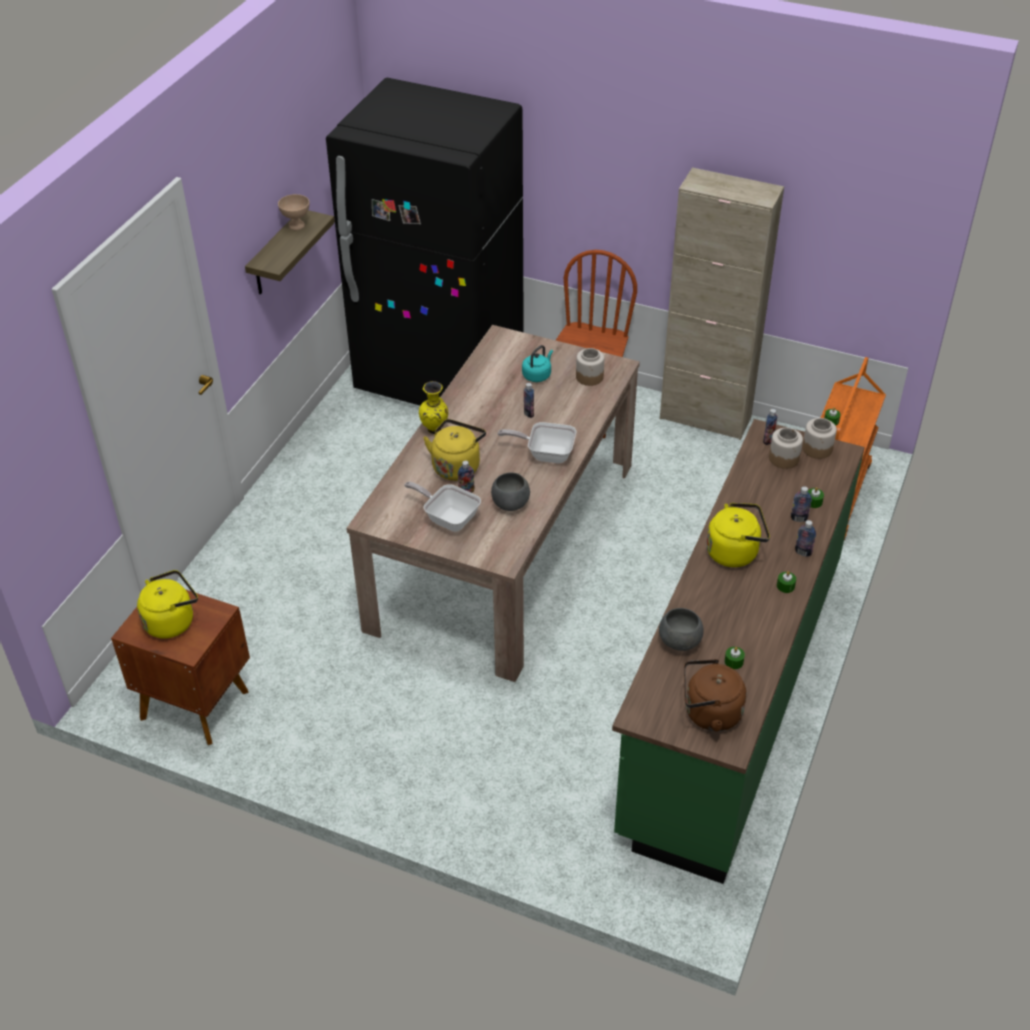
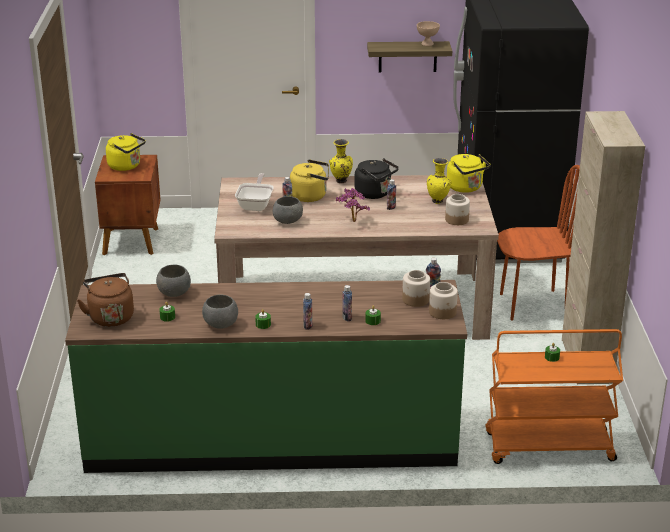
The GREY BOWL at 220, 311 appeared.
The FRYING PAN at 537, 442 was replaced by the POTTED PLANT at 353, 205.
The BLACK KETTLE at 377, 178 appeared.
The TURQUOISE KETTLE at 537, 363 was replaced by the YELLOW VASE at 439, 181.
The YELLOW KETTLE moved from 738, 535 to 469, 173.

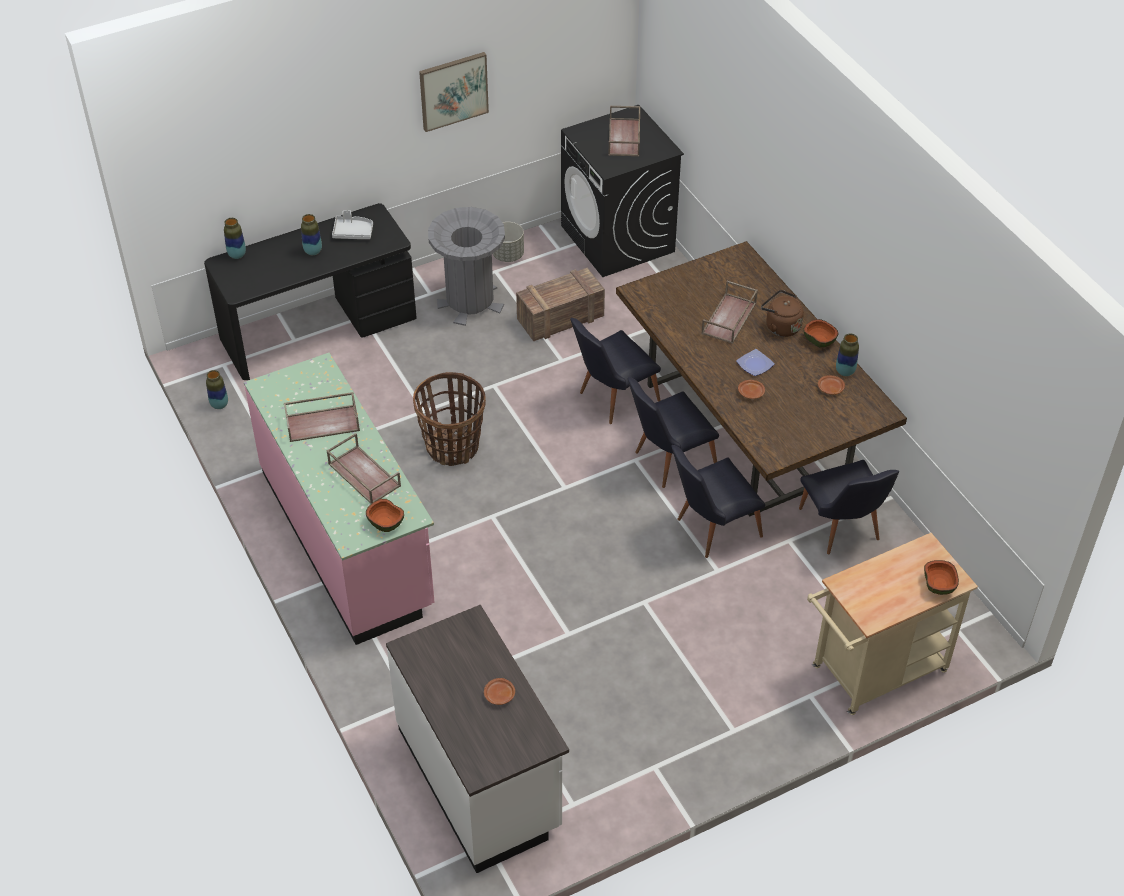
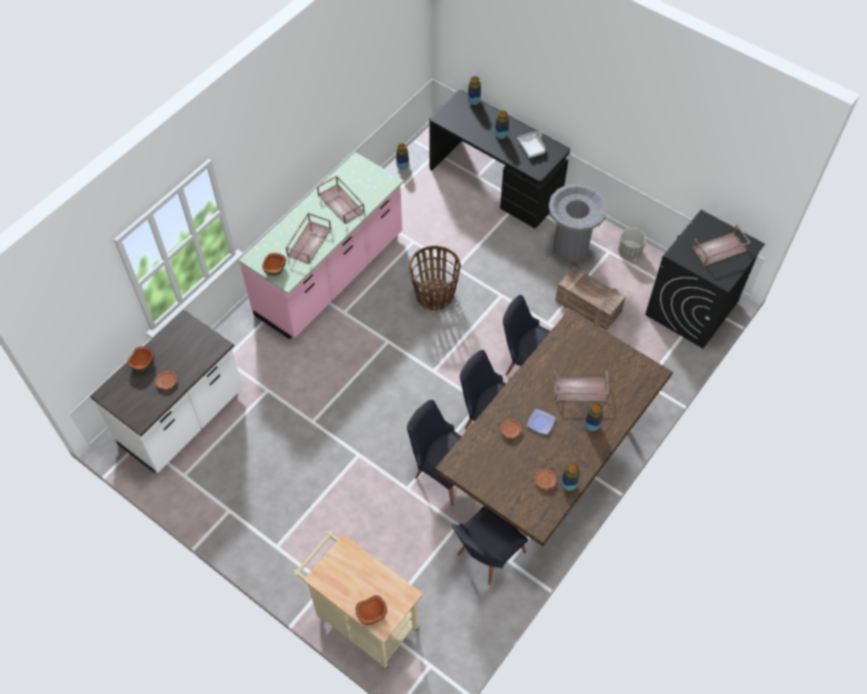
The BOWL moved from 821, 333 to 140, 359.
The BROWN KETTLE at 782, 313 was replaced by the VASE at 593, 417.
The PICTURE at 454, 92 disappeared.

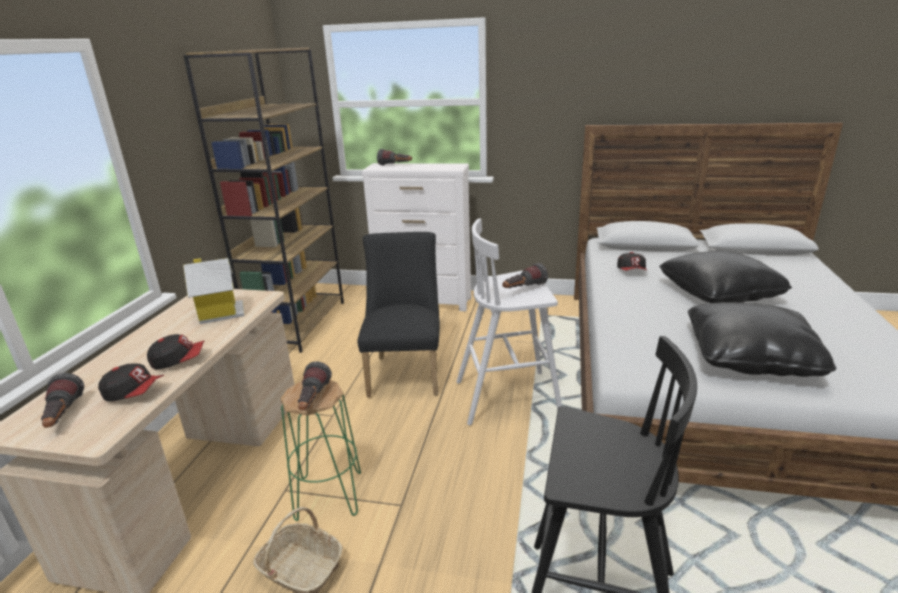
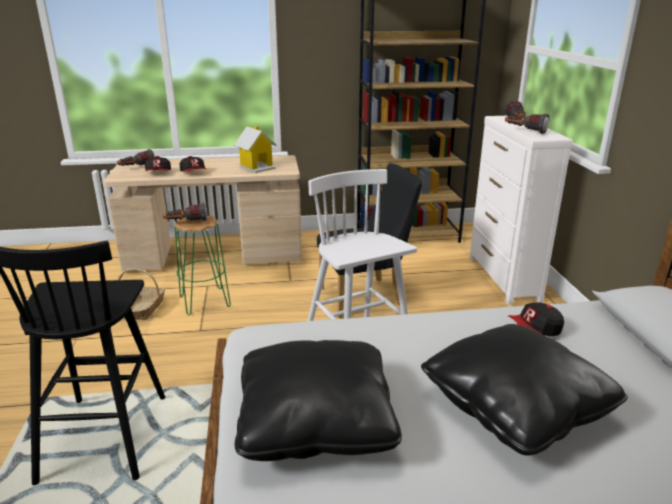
The FLASHLIGHT moved from 525, 275 to 527, 123.

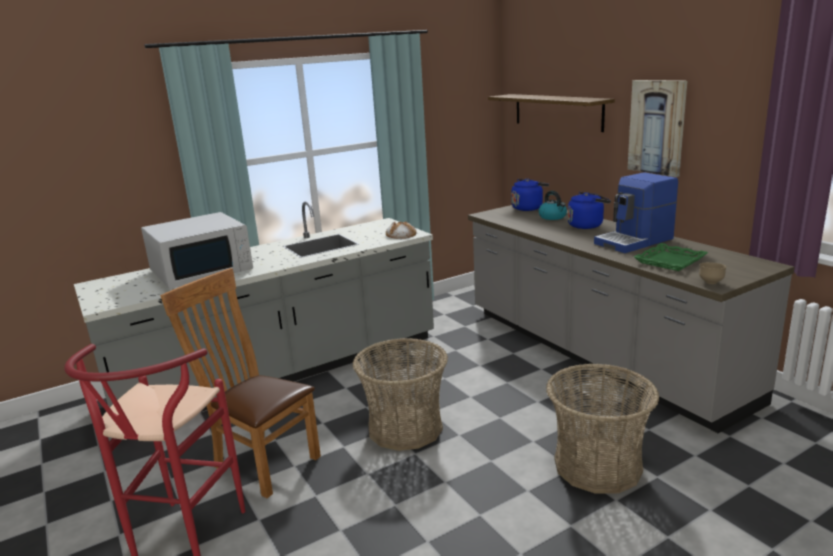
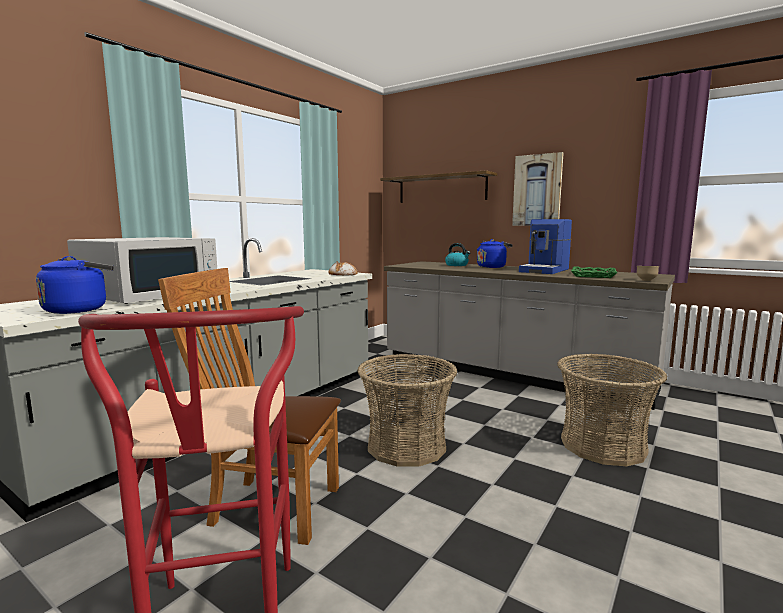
The BLUE KETTLE moved from 530, 195 to 75, 285.

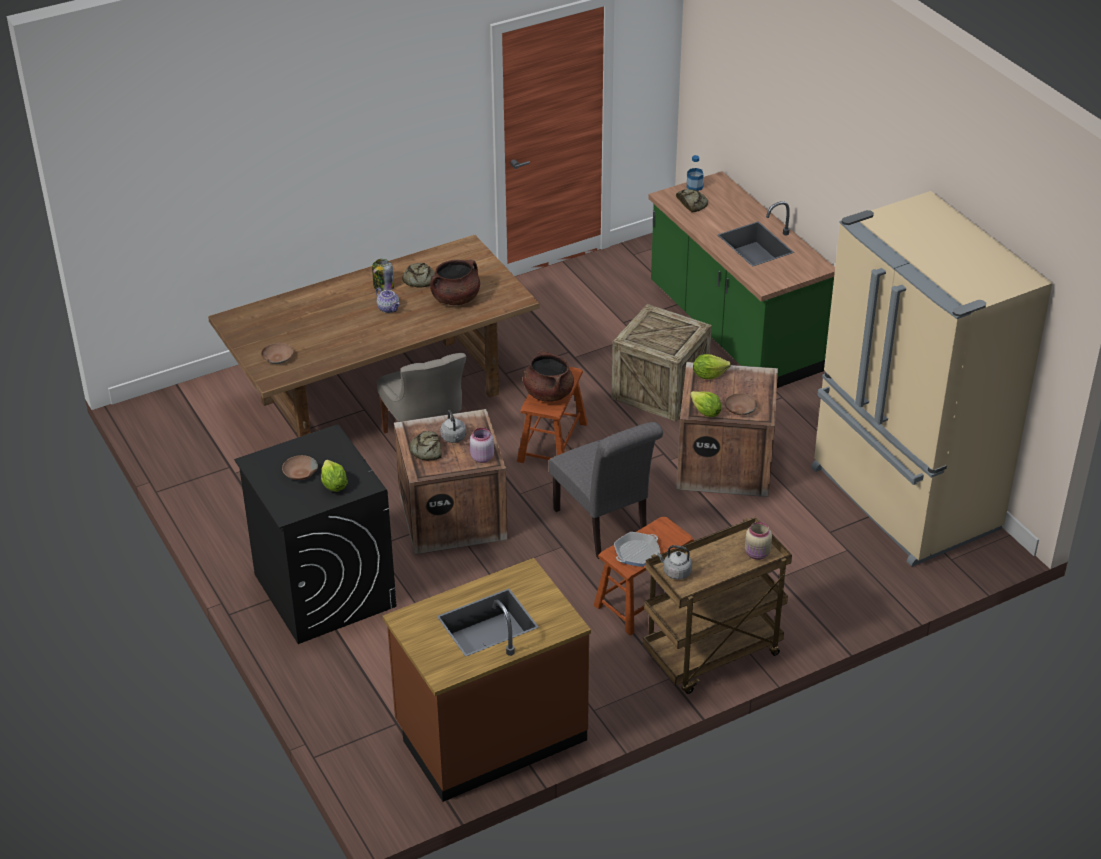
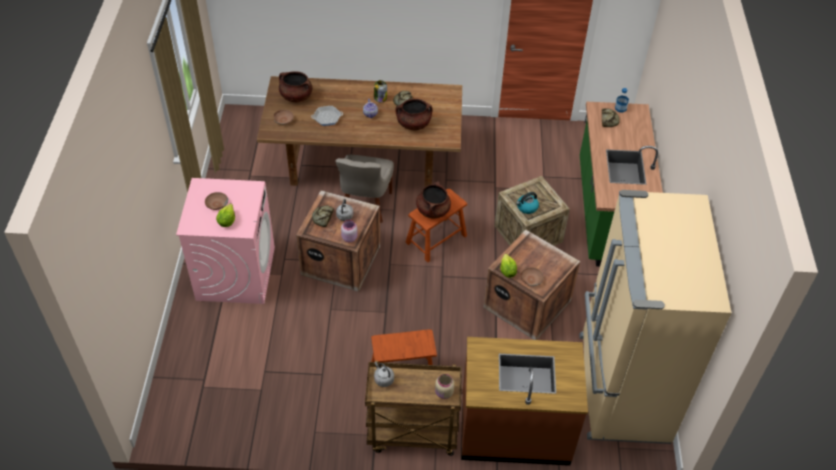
The BLACK WASHING MACHINE at 315, 534 became the PINK WASHING MACHINE at 225, 241.
The BROWN COOKING POT at 295, 86 appeared.
The FRYING PAN moved from 637, 549 to 327, 116.
The BROWN COUNTER moved from 486, 680 to 524, 401.
The KETTLE at 527, 203 appeared.
The GREY CHAIR at 606, 490 disappeared.
The LETTUCE at 712, 366 disappeared.

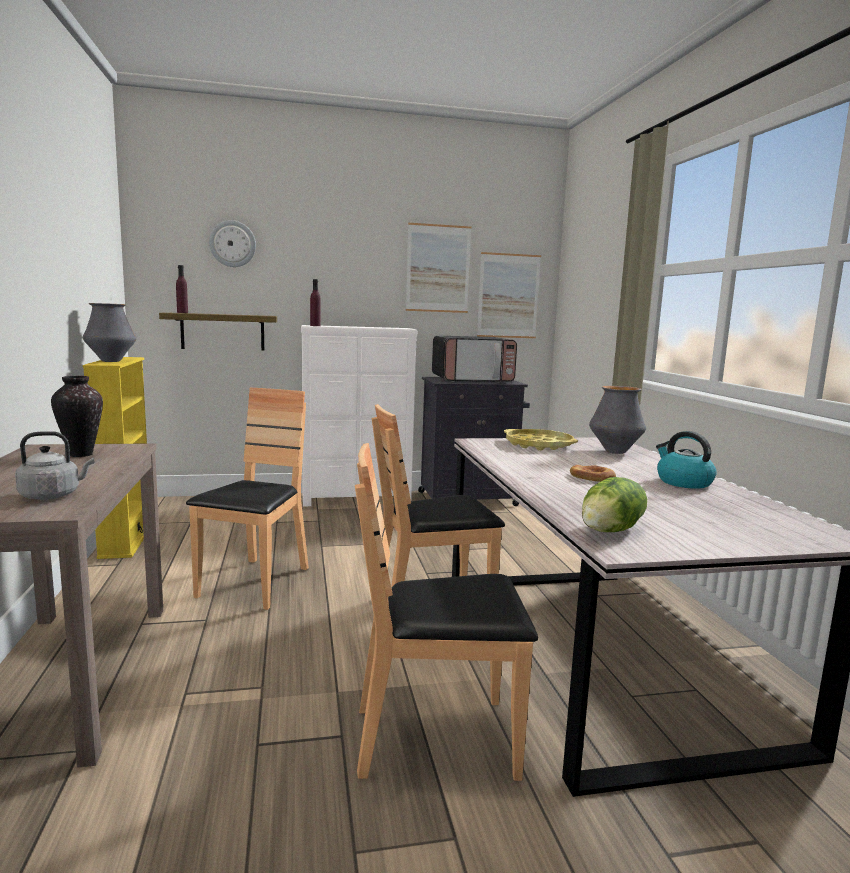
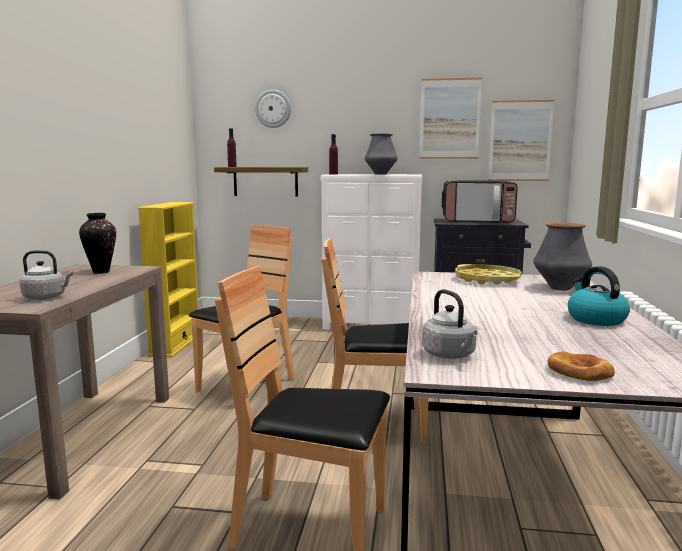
The VASE moved from 109, 332 to 381, 154.
The LETTUCE at 614, 504 was replaced by the GREY KETTLE at 450, 324.
The BREAD moved from 593, 473 to 581, 366.

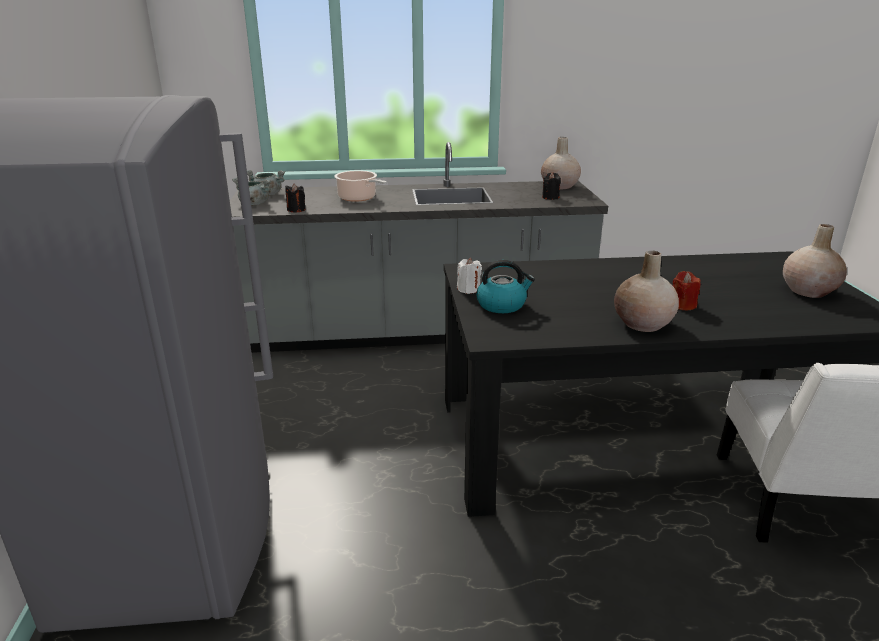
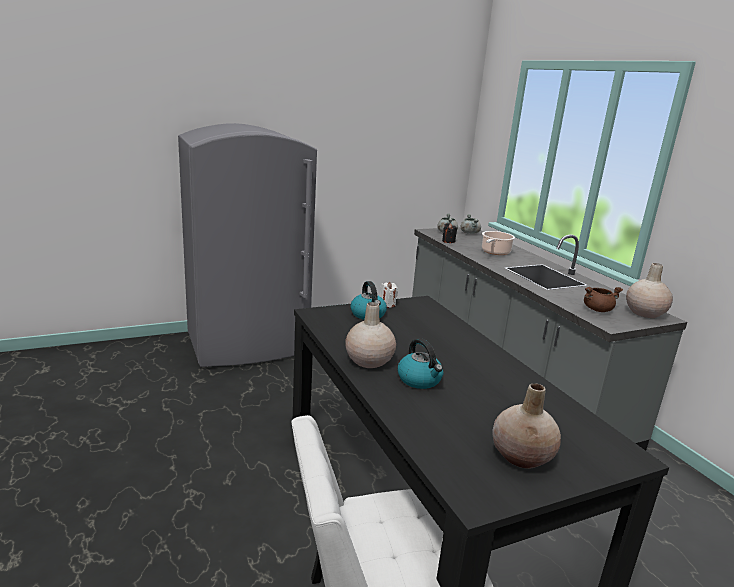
The RED CANDLE at 686, 290 was replaced by the KETTLE at 420, 363.
The BLACK CANDLE at 551, 186 was replaced by the BROWN COOKING POT at 603, 299.

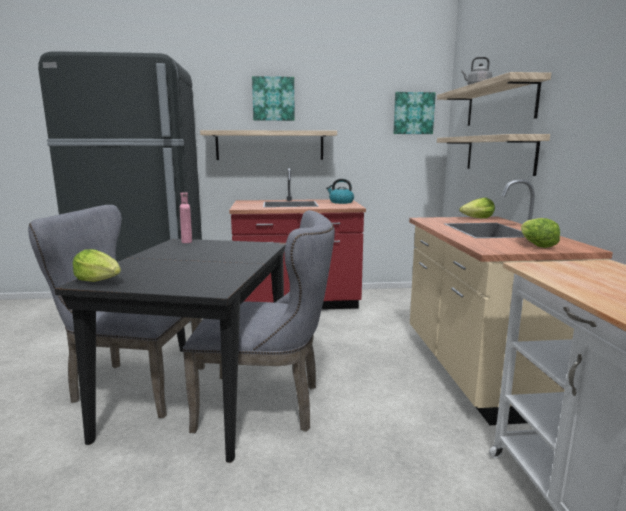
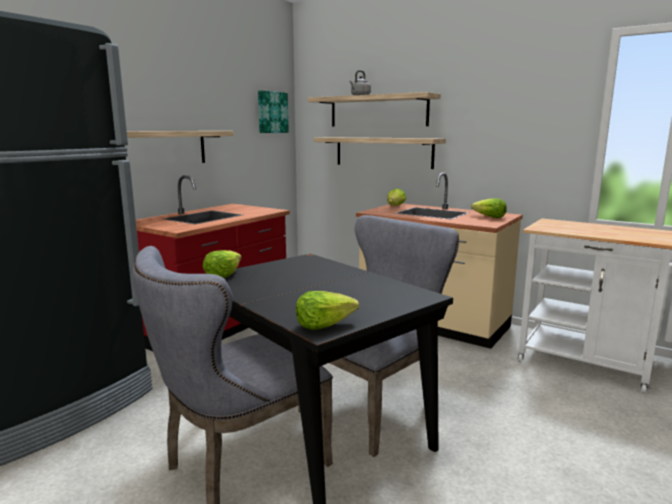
The PINK BOTTLE at 186, 218 was replaced by the LETTUCE at 222, 264.
The PICTURE at 273, 98 disappeared.
The KETTLE at 340, 191 disappeared.

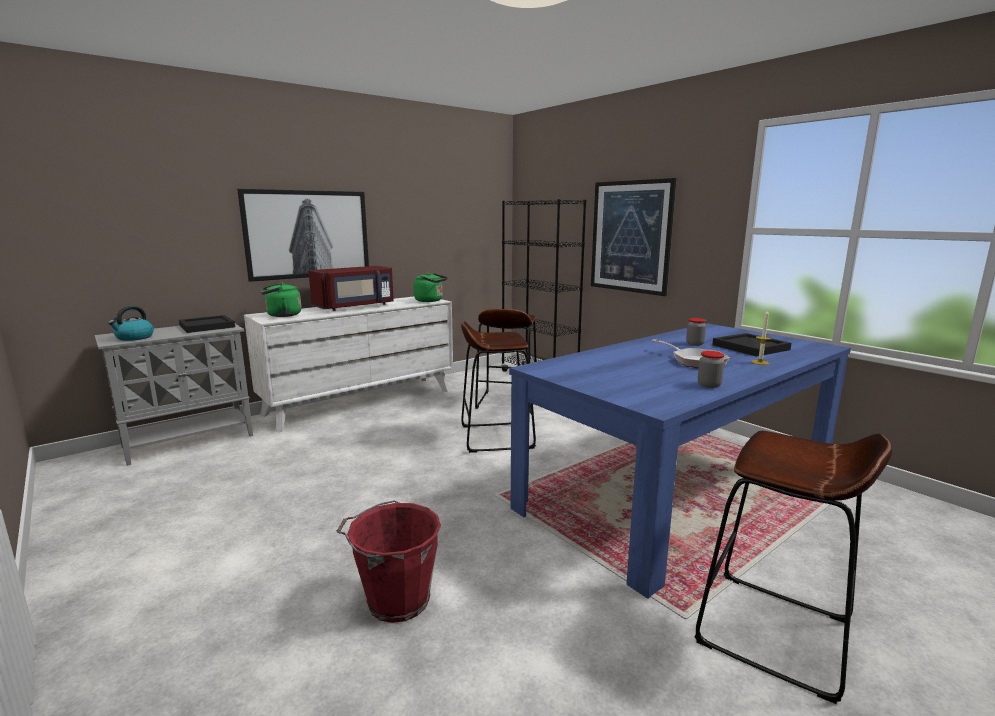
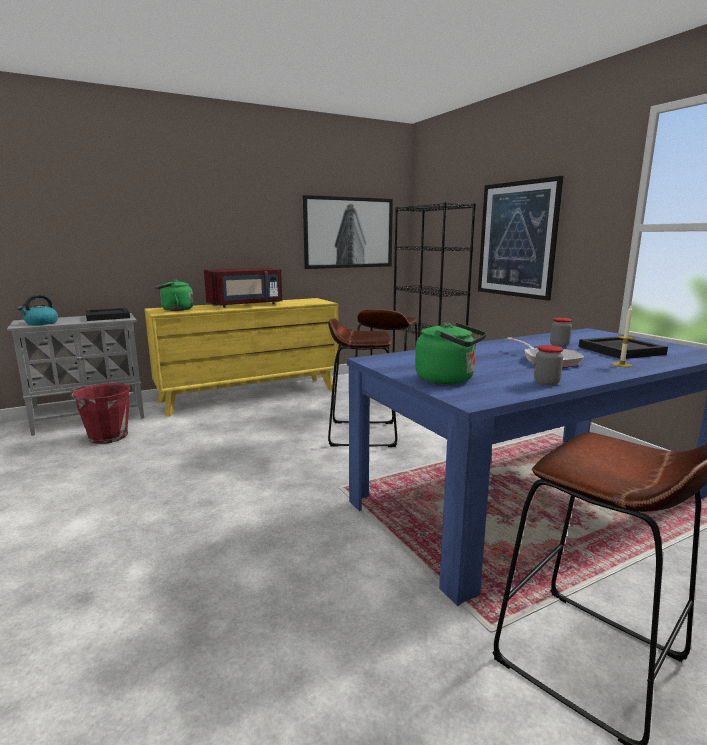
The RED BUCKET moved from 389, 561 to 101, 413.
The WHITE DRESSER at 348, 364 became the YELLOW DRESSER at 241, 357.
The PICTURE moved from 303, 235 to 348, 232.
The GREEN KETTLE moved from 431, 287 to 451, 353.

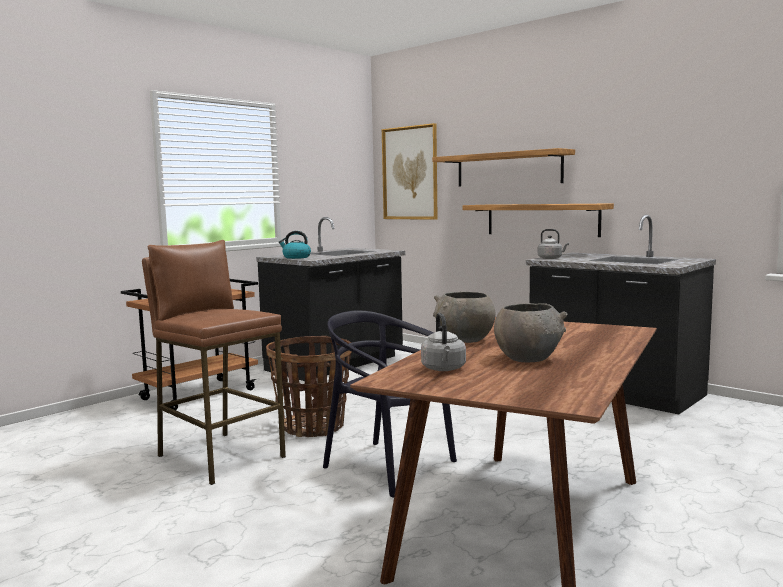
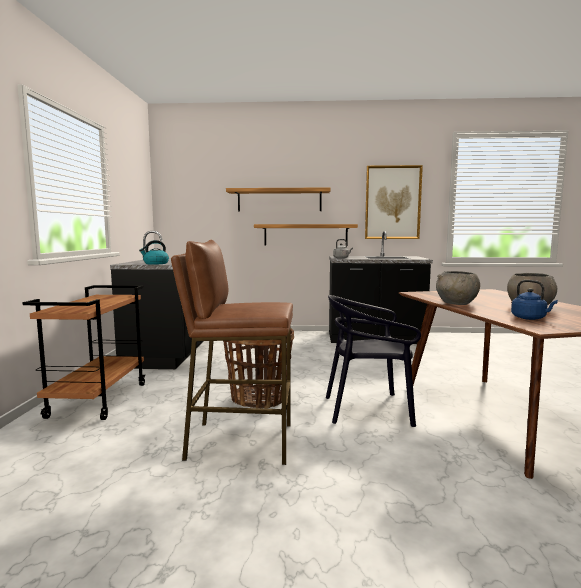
The PICTURE moved from 410, 171 to 394, 202.
The GREY KETTLE at 443, 342 became the BLUE KETTLE at 534, 300.

